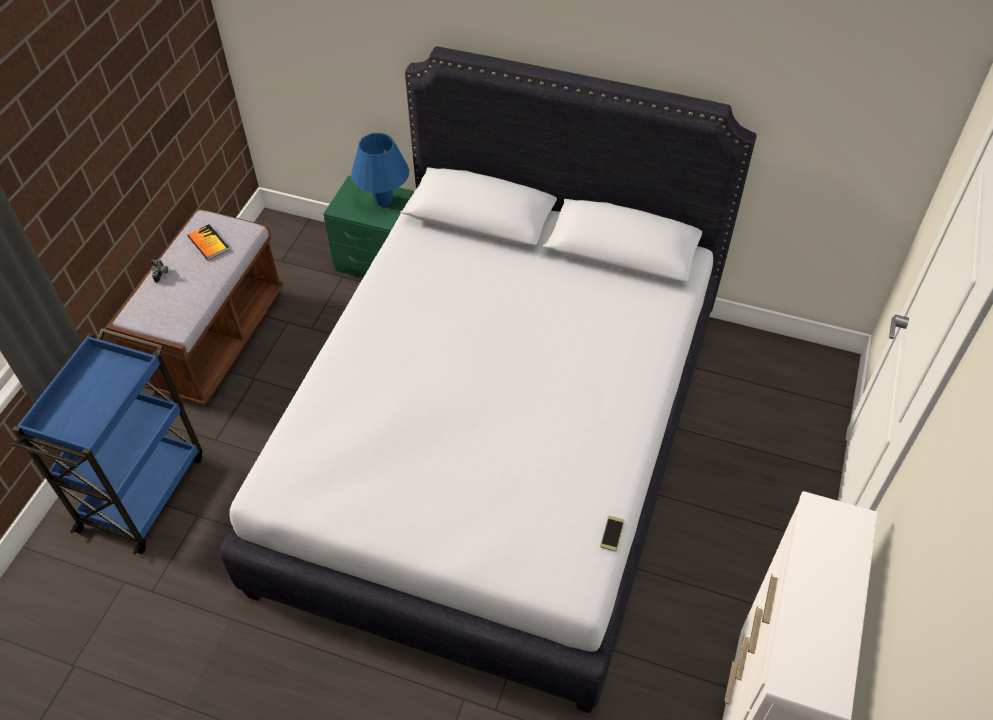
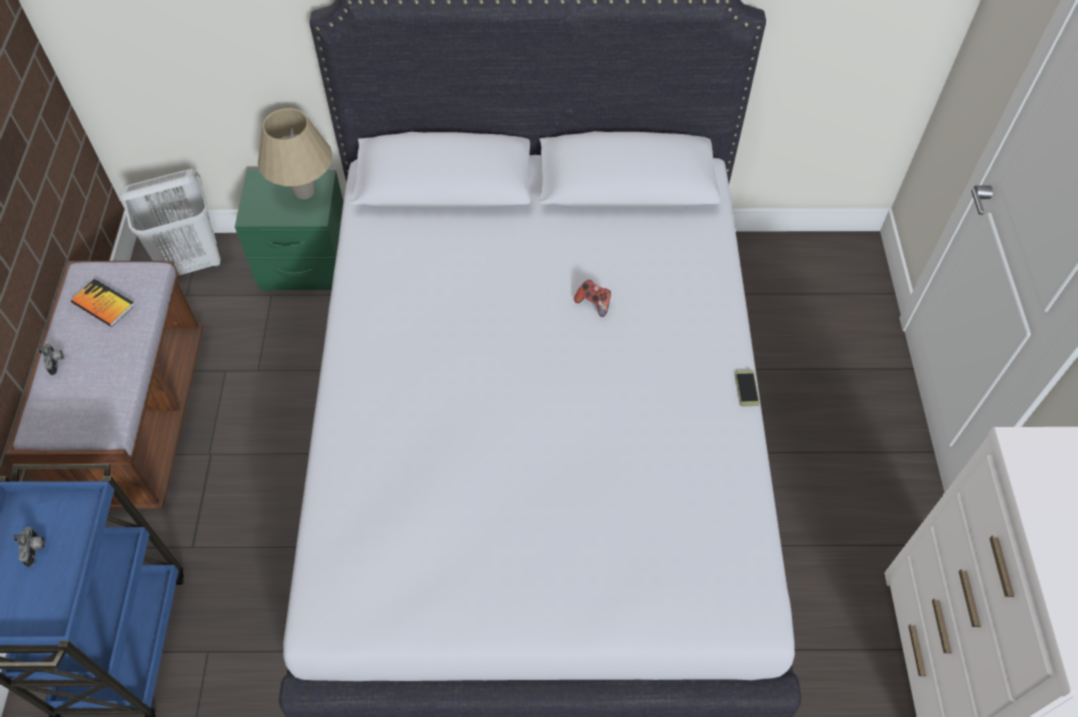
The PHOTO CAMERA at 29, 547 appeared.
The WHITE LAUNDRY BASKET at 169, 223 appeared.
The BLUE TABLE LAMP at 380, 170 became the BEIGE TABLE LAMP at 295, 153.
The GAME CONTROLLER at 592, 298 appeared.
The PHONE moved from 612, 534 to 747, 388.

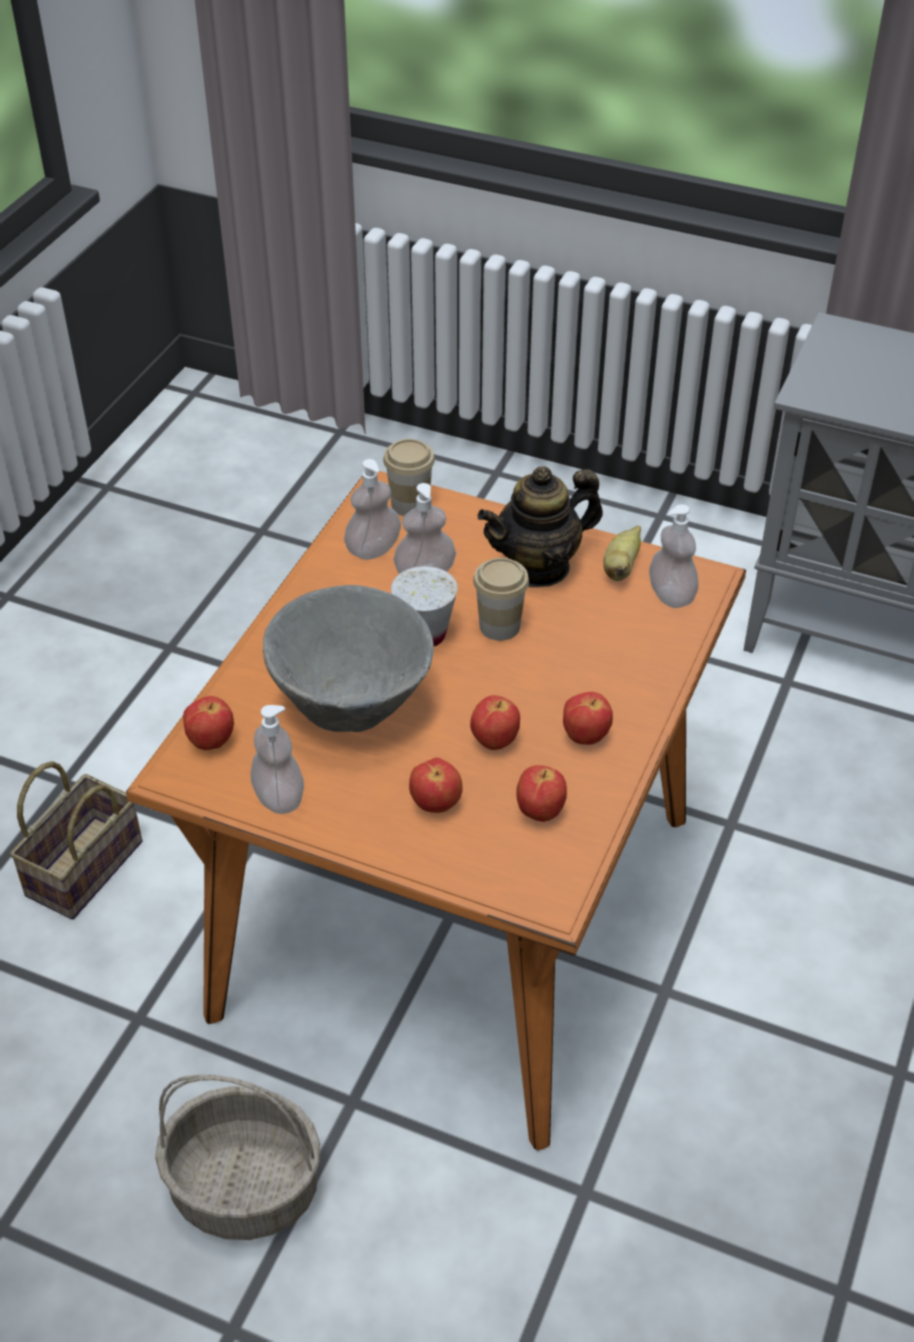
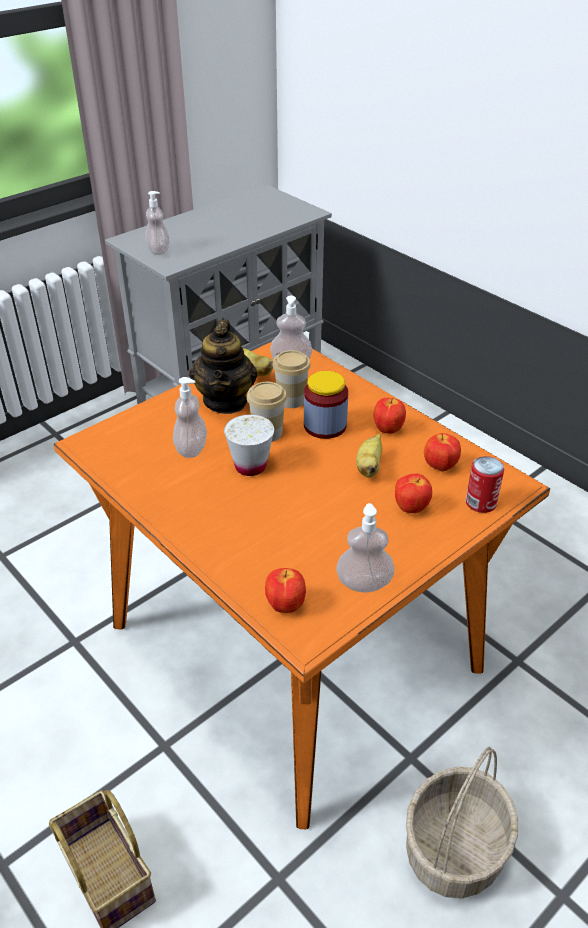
The SOAP DISPENSER moved from 372, 509 to 157, 223.
The CUP moved from 409, 477 to 291, 379.
The JAR at 326, 405 appeared.
The APPLE at 495, 722 was replaced by the BANANA at 369, 455.
The CAN at 485, 484 appeared.
The GREY BOWL at 348, 658 disappeared.

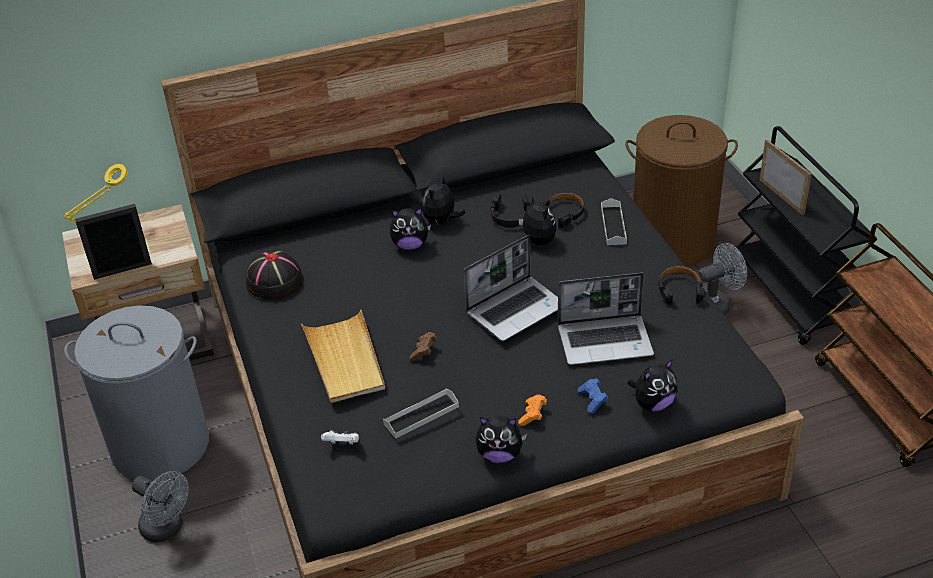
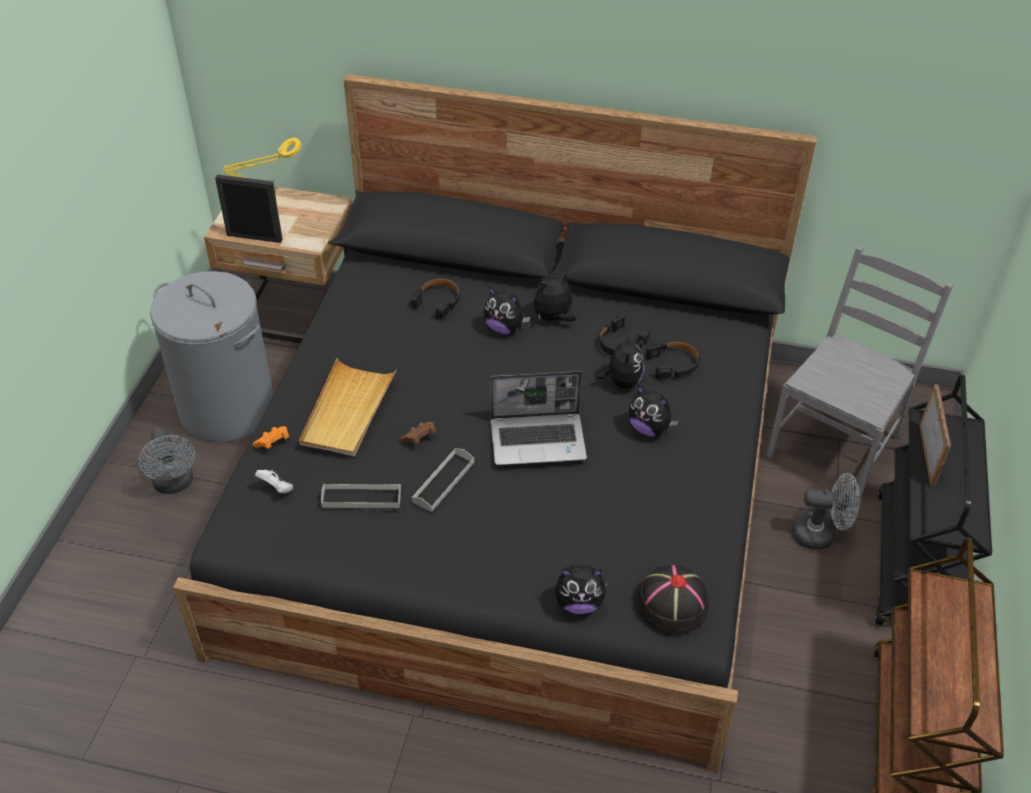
The ORANGE GAME CONTROLLER moved from 532, 410 to 271, 437.
The BLACK HEADPHONES moved from 681, 285 to 435, 298.
The GREY TRAY moved from 614, 221 to 443, 480.
The PLUSH TOY moved from 501, 439 to 654, 411.
The BLACK HAT moved from 274, 274 to 672, 600.
The BROWN LAUNDRY BASKET at 681, 191 was replaced by the GREY CHAIR at 860, 372.
The LAPTOP at 606, 318 disappeared.
The BLUE GAME CONTROLLER at 592, 396 disappeared.

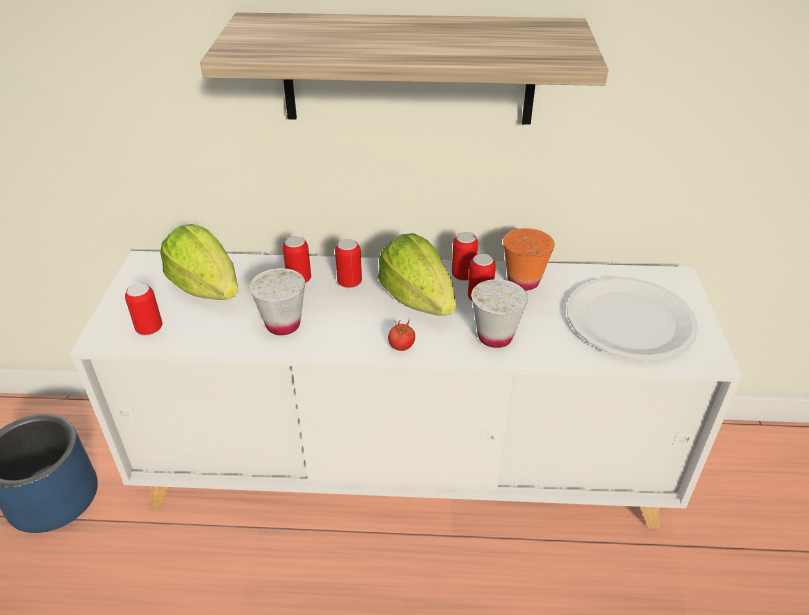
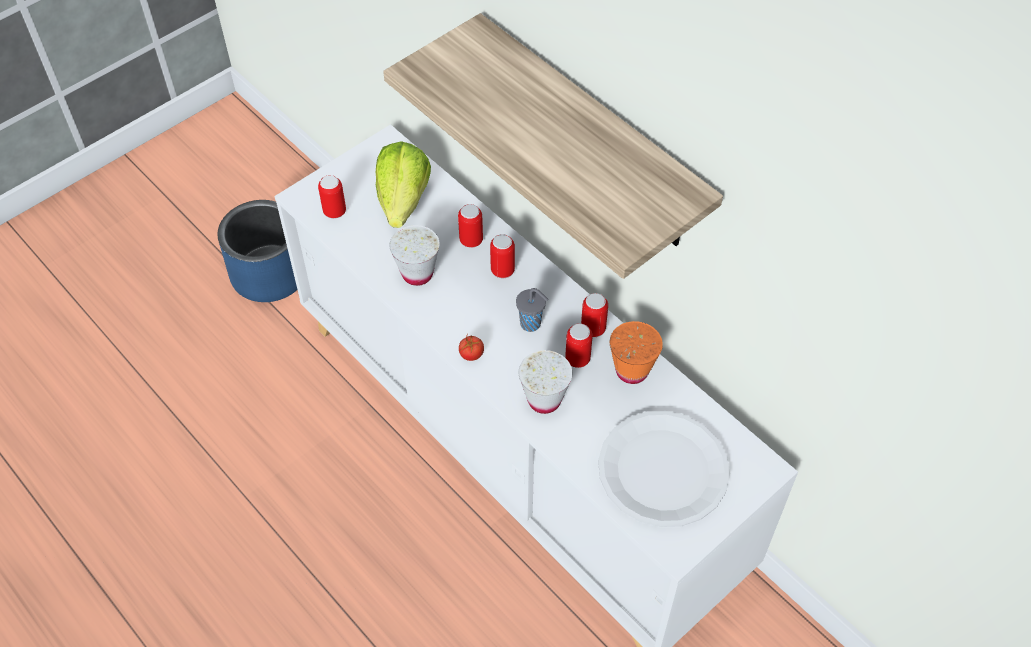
The LETTUCE at 417, 274 was replaced by the GREY CUP at 532, 310.

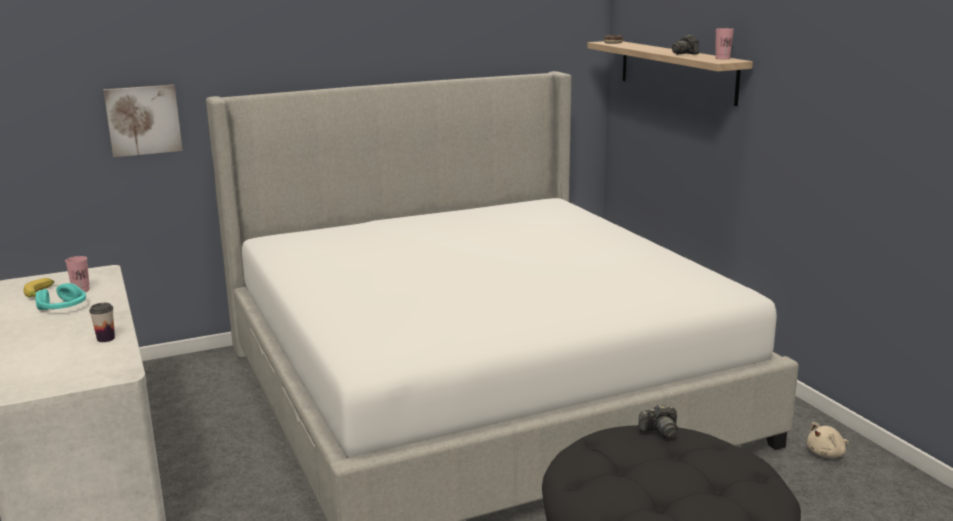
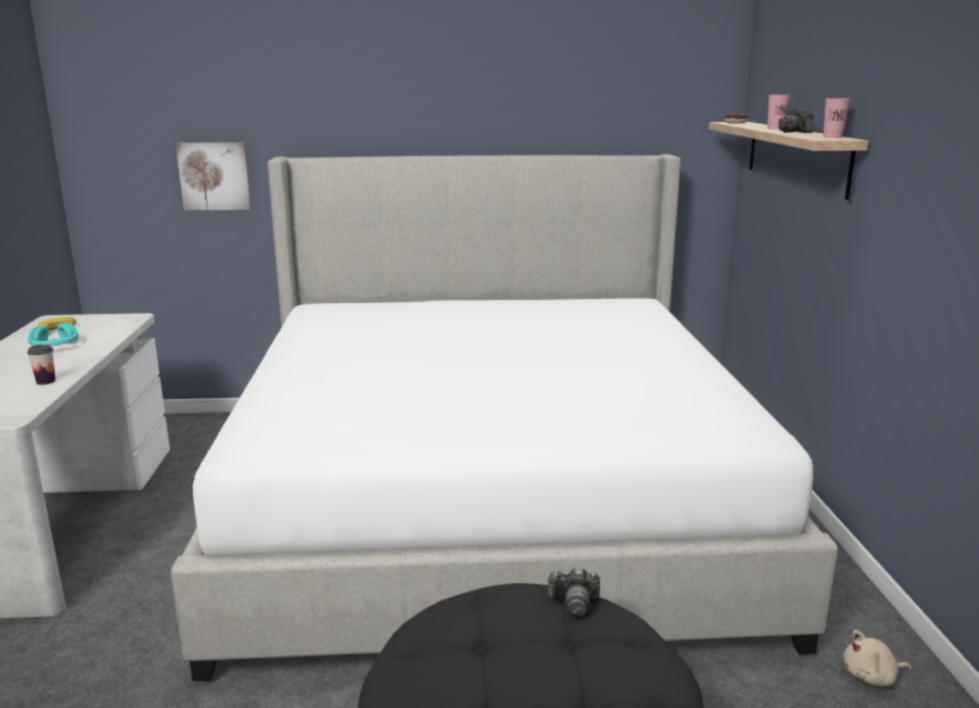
The PINK CUP moved from 77, 274 to 778, 112.

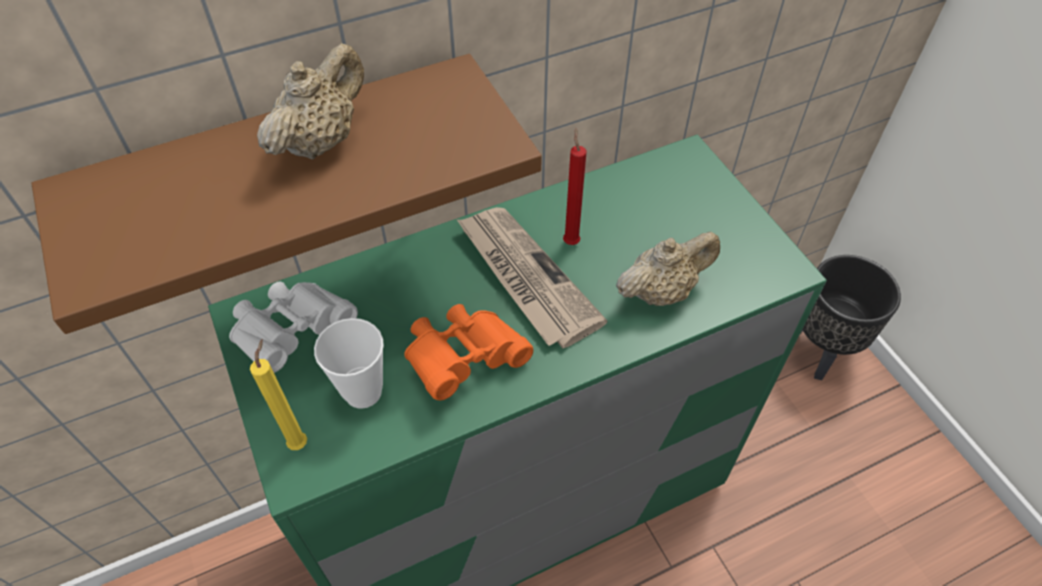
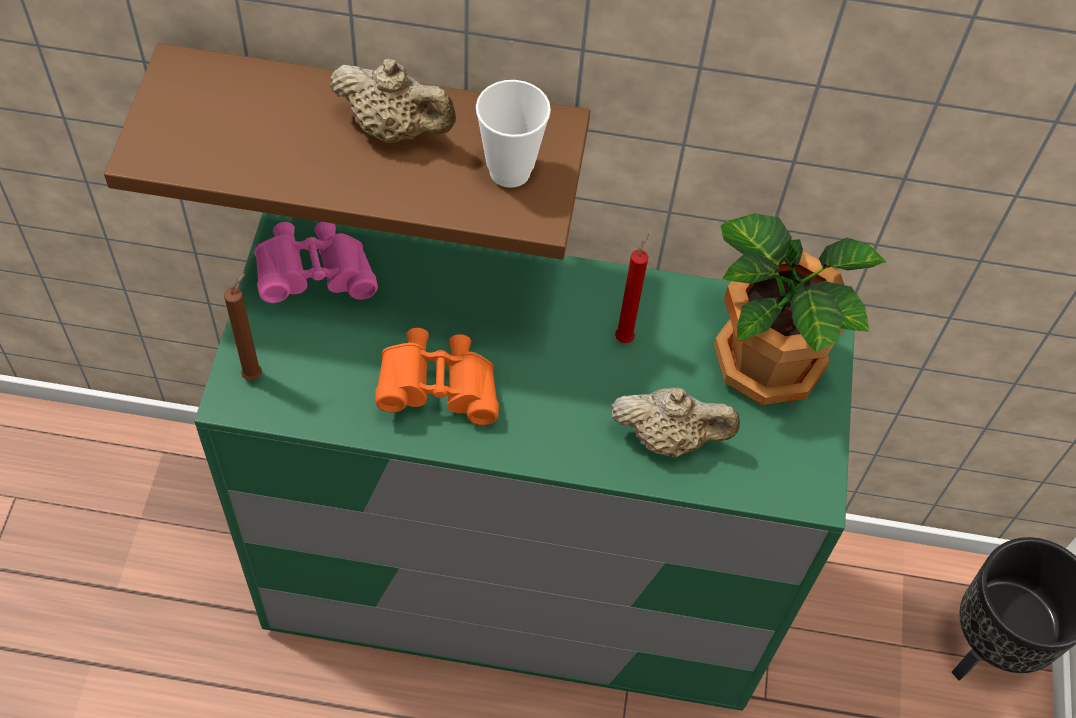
The YELLOW CANDLE at 278, 394 became the BROWN CANDLE at 243, 327.
The WHITE BINOCULARS at 293, 327 became the PINK BINOCULARS at 316, 262.
The BEIGE TEAPOT at 310, 101 turned 45 degrees clockwise.
The CUP moved from 349, 363 to 513, 134.
The POTTED PLANT at 800, 309 appeared.
The NEWSPAPER at 532, 277 disappeared.

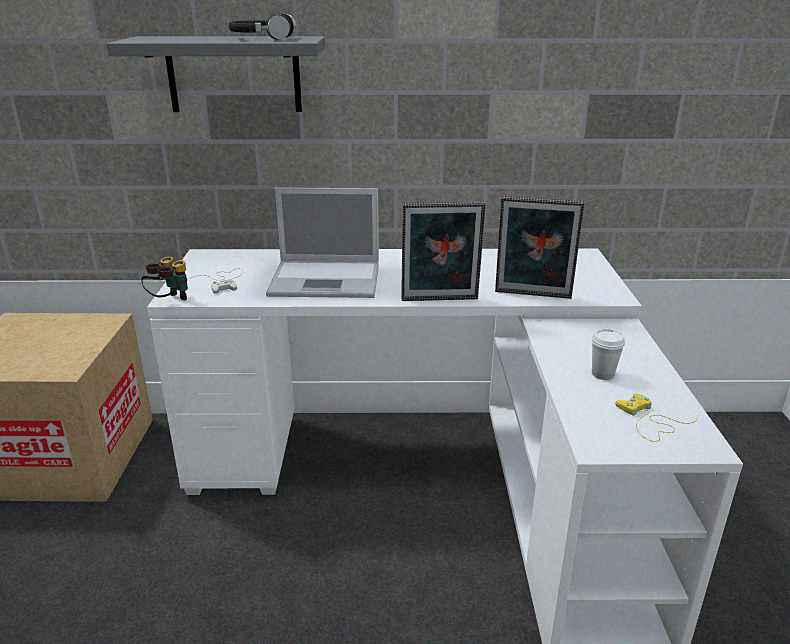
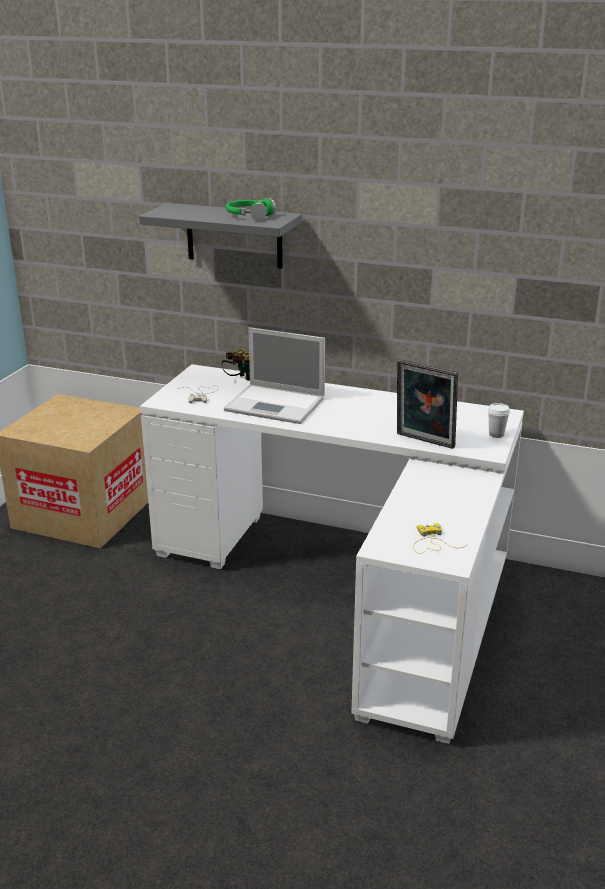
The BINOCULARS moved from 164, 278 to 236, 365.
The BLACK HEADPHONES at 262, 27 became the GREEN HEADPHONES at 251, 209.
The WHITE CUP moved from 608, 354 to 499, 420.
The PICTURE FRAME at 443, 251 disappeared.

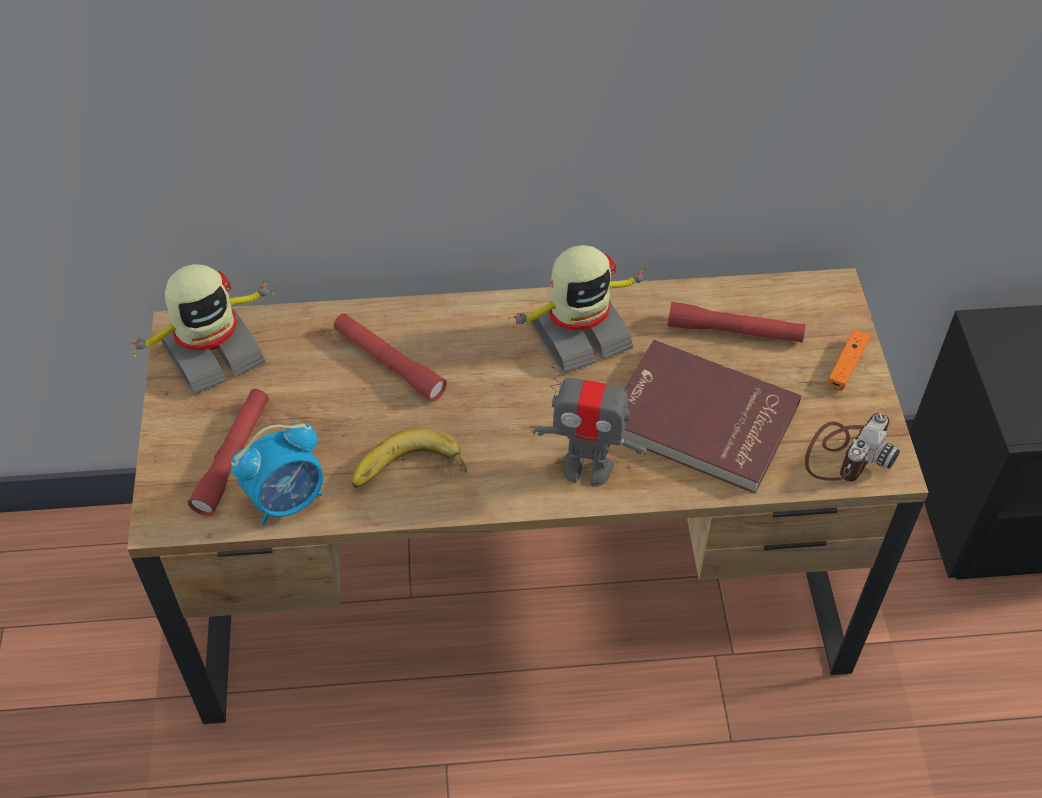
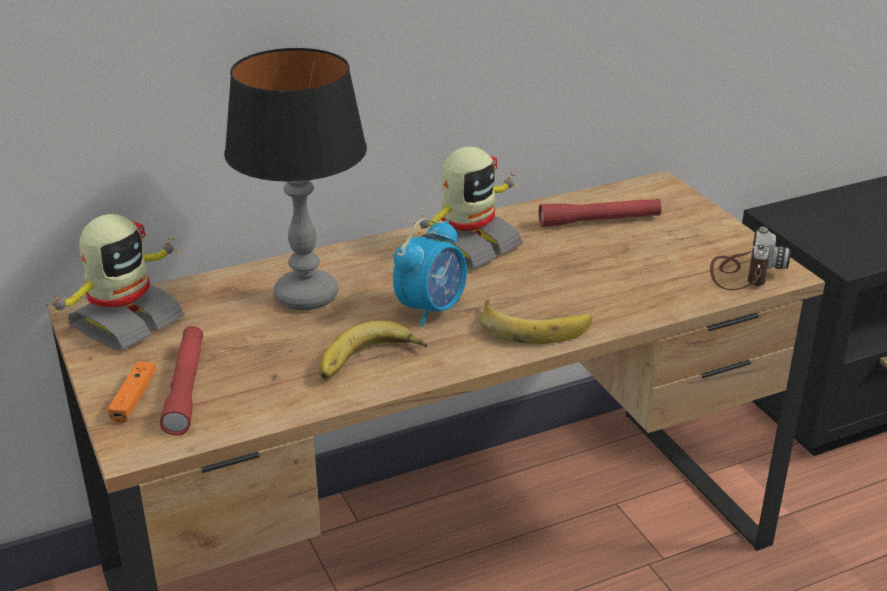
The ORANGE GAME CONTROLLER moved from 848, 360 to 131, 392.
The RED FLASHLIGHT at 390, 357 was replaced by the TABLE LAMP at 295, 179.
The ALARM CLOCK moved from 277, 473 to 430, 272.
The TOY ROBOT at 590, 426 was replaced by the BANANA at 535, 321.
The RED BOOK at 711, 417 disappeared.

